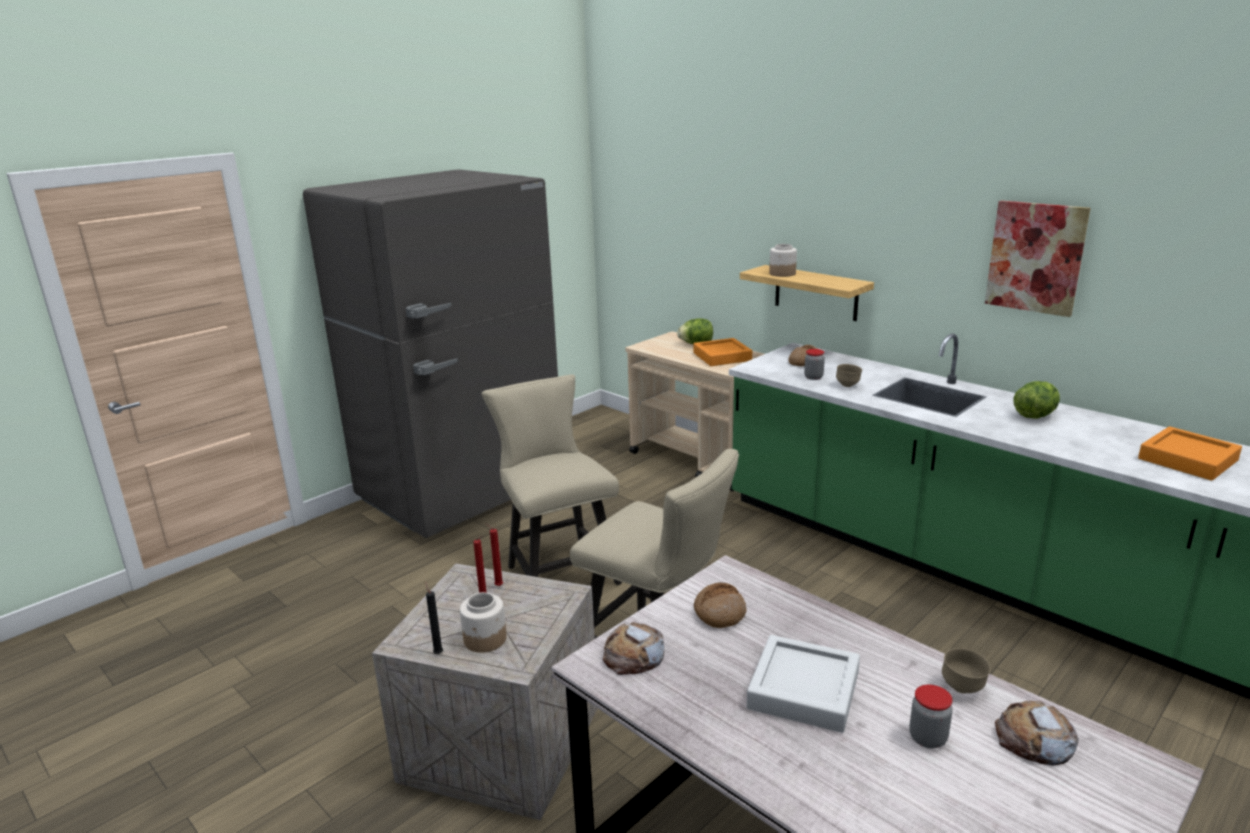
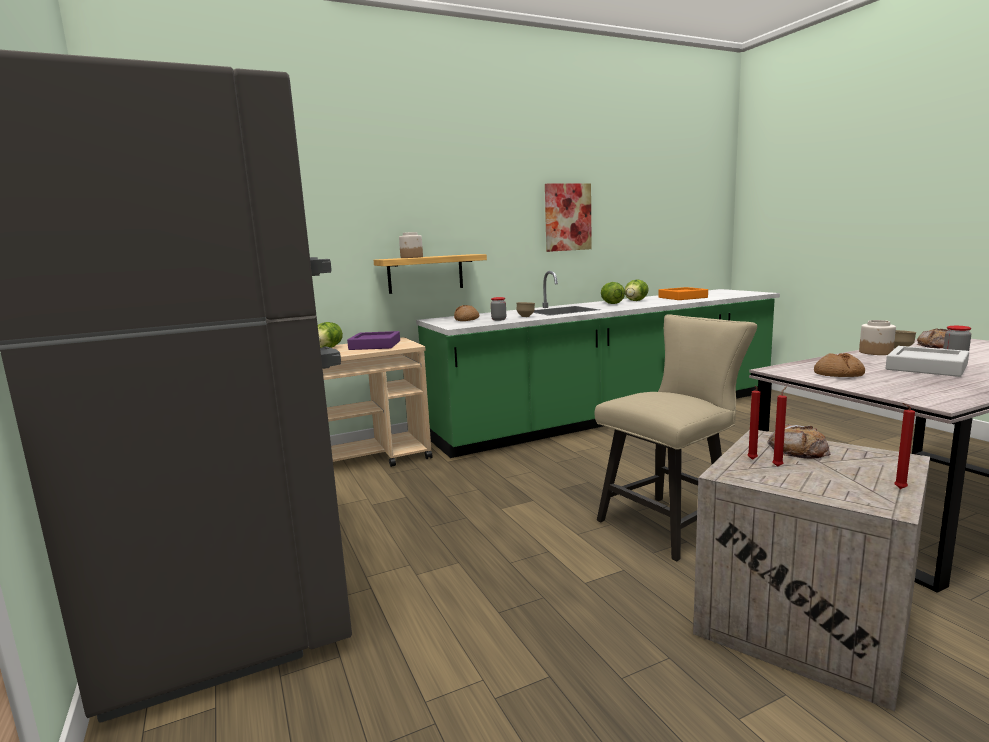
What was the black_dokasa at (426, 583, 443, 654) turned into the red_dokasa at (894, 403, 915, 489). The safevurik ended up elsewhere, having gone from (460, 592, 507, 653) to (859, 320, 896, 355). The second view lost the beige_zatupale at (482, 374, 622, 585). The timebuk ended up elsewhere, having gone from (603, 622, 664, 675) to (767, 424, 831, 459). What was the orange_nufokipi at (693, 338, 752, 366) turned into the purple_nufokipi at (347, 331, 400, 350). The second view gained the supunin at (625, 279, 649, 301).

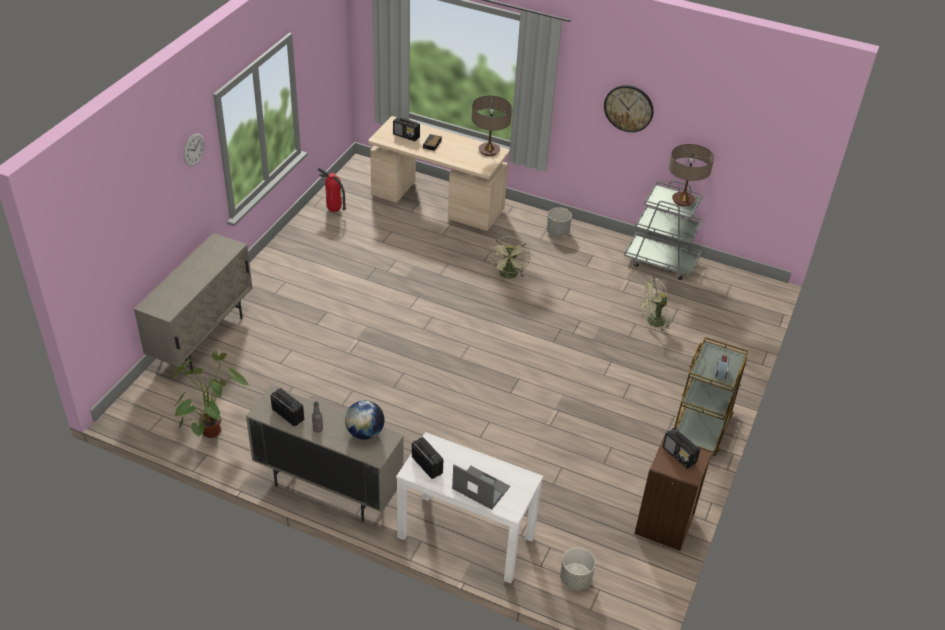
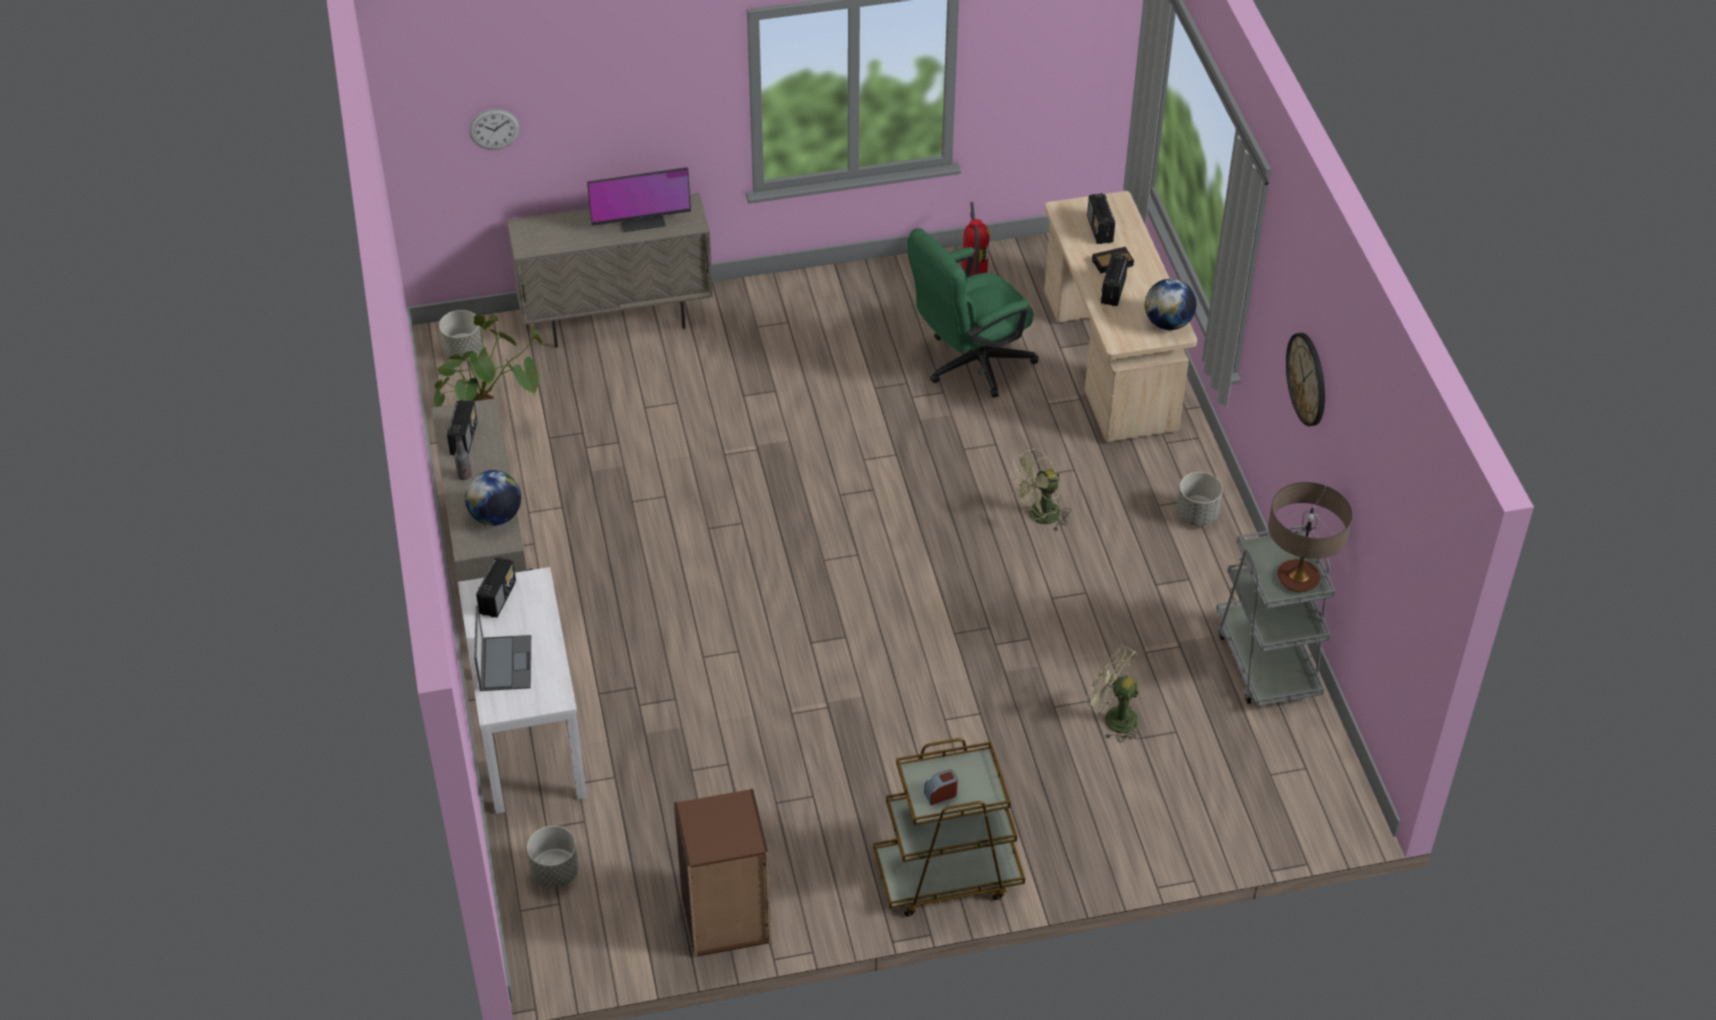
The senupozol ended up elsewhere, having gone from (184, 133, 205, 167) to (469, 109, 520, 150). Where the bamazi stood at (472, 96, 512, 156), the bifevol came to stand at (1145, 279, 1196, 330). The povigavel ended up elsewhere, having gone from (663, 428, 700, 469) to (1101, 254, 1128, 306). The second view gained the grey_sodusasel at (439, 310, 483, 361). The second view gained the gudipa at (587, 167, 691, 232). The second view gained the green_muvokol at (908, 228, 1038, 398).

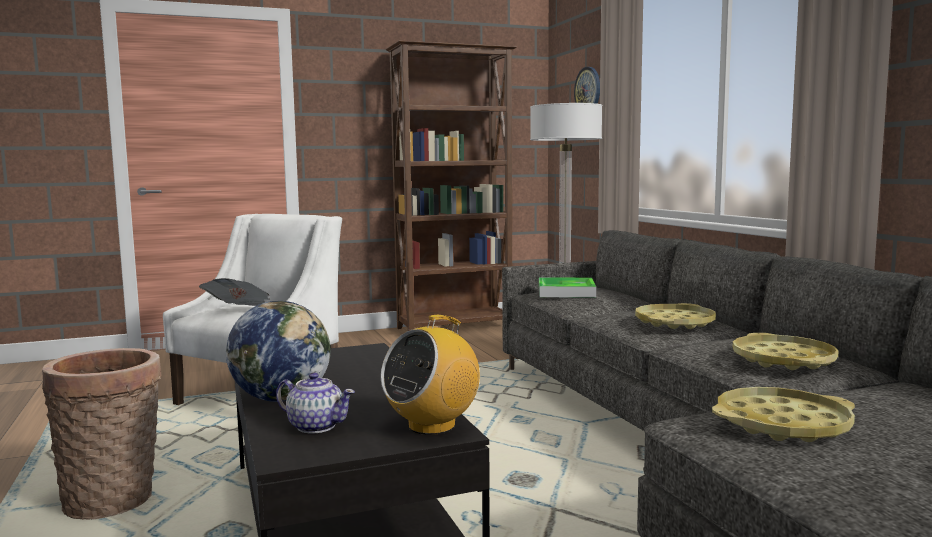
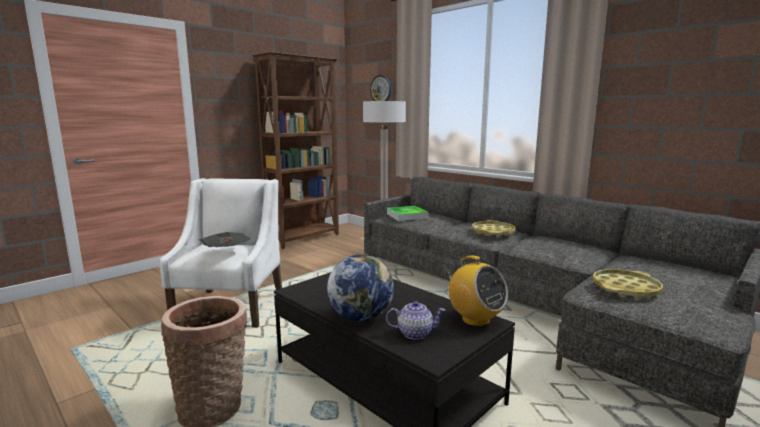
The povigavel at (381, 315, 480, 435) ended up facing another way, 60 degrees counterclockwise from before. The second view lost the yellow_nufokipi at (733, 333, 838, 370).

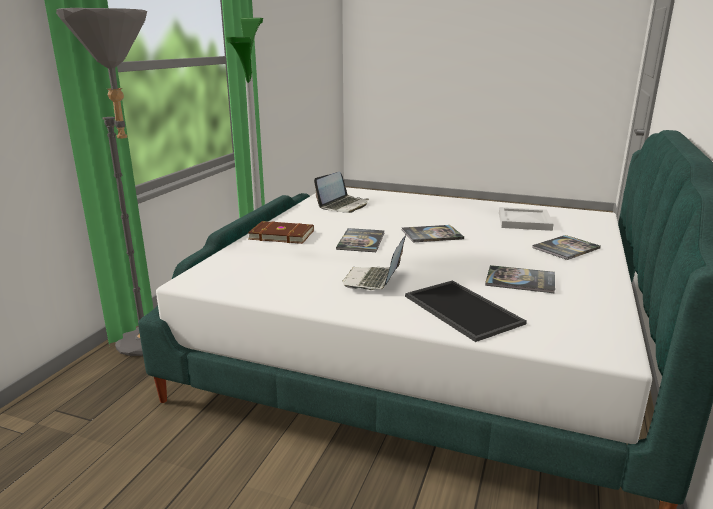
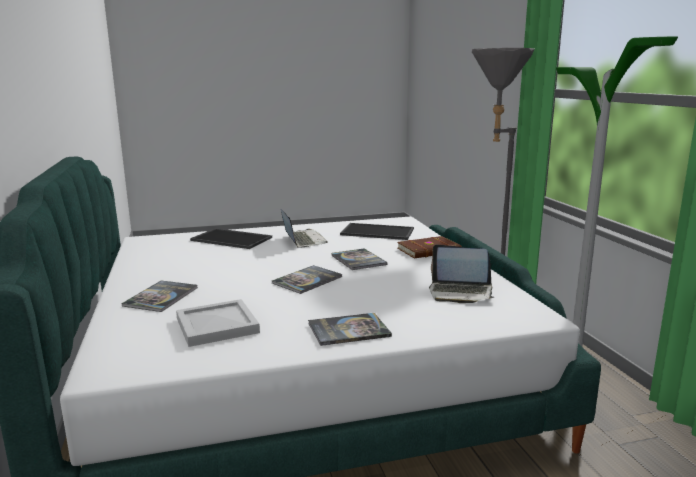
The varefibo at (314, 172, 369, 213) ended up facing another way, 75 degrees counterclockwise from before. The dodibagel ended up elsewhere, having gone from (485, 265, 555, 293) to (308, 313, 392, 346). The second view gained the nufokipi at (340, 223, 414, 240).

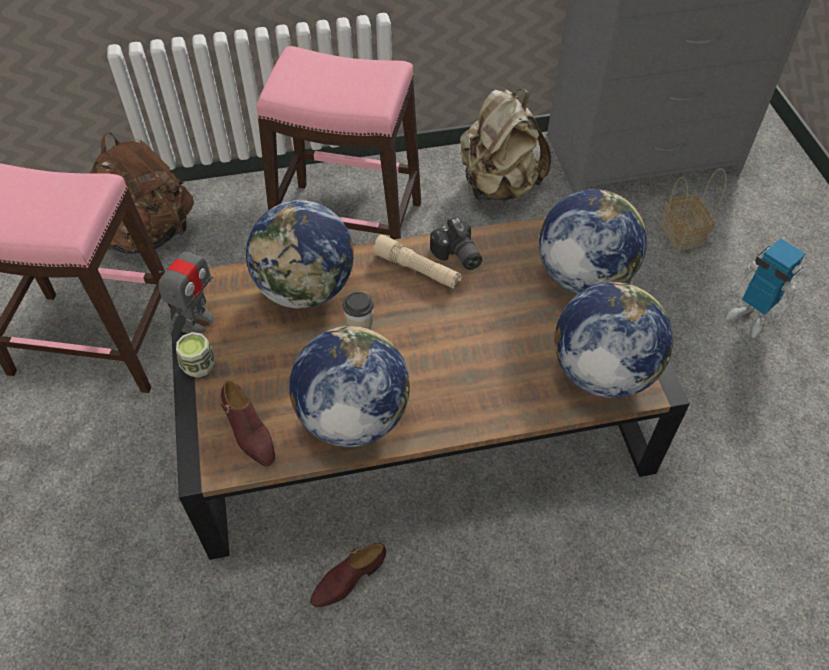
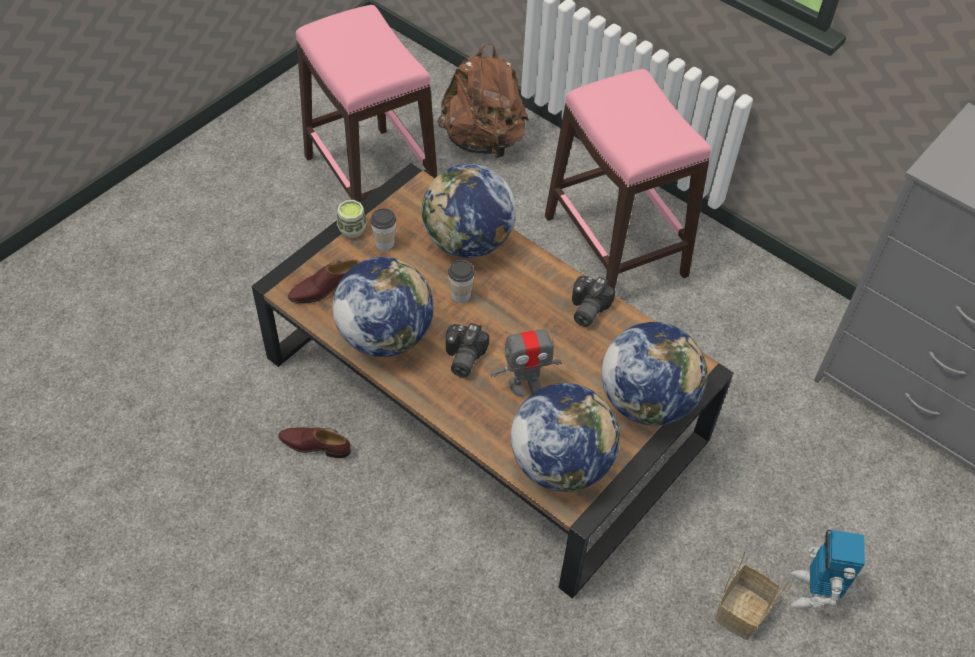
The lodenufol ended up elsewhere, having gone from (158, 236, 215, 334) to (490, 324, 562, 397). The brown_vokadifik at (221, 380, 275, 466) ended up facing another way, 45 degrees clockwise from before. The second view lost the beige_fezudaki at (373, 235, 462, 289). The second view lost the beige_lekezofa at (460, 89, 551, 202). The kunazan ended up elsewhere, having gone from (660, 168, 727, 251) to (715, 551, 792, 640). The second view gained the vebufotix at (370, 208, 396, 251). The second view gained the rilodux at (446, 323, 489, 378).

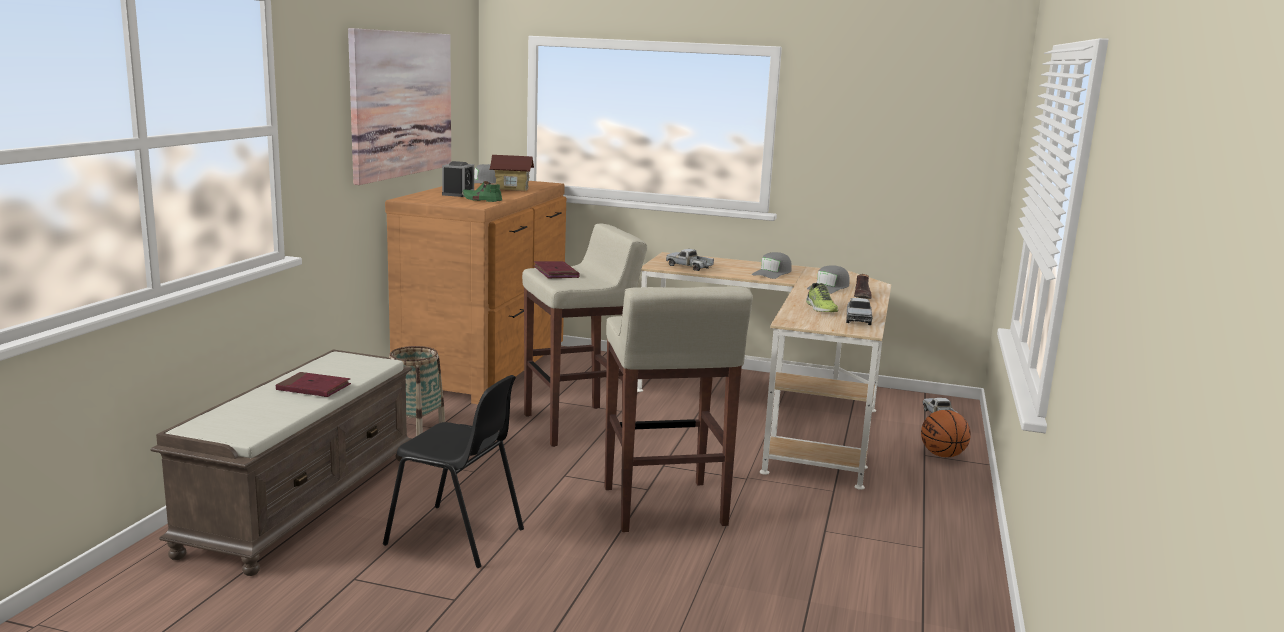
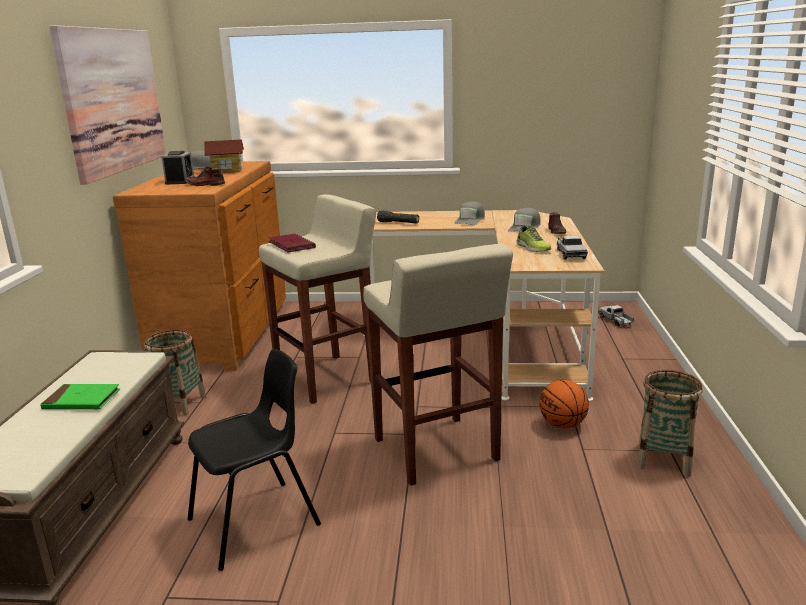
What was the red_dodibagel at (276, 372, 351, 397) turned into the green_dodibagel at (40, 384, 120, 410). The black_zatupale at (383, 375, 524, 568) ended up facing another way, 45 degrees counterclockwise from before. What was the green_vokadifik at (462, 181, 502, 202) turned into the brown_vokadifik at (185, 167, 225, 186). Where the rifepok stood at (666, 249, 714, 271), the black_fezudaki came to stand at (377, 211, 419, 223). The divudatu ended up elsewhere, having gone from (921, 410, 971, 457) to (540, 380, 589, 429). The second view gained the kunazan at (637, 370, 703, 477).

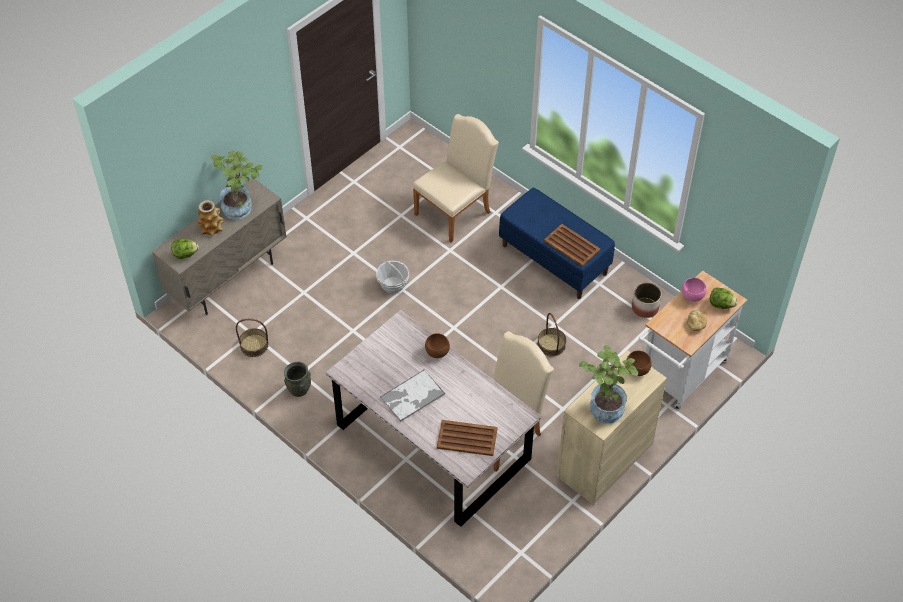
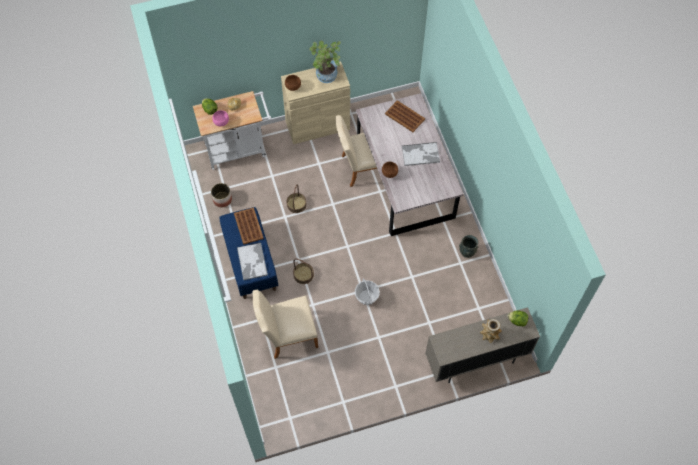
The second view lost the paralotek at (211, 151, 263, 220). The kunazan ended up elsewhere, having gone from (236, 319, 269, 357) to (293, 259, 314, 284). The second view gained the nufokipi at (237, 242, 268, 280).

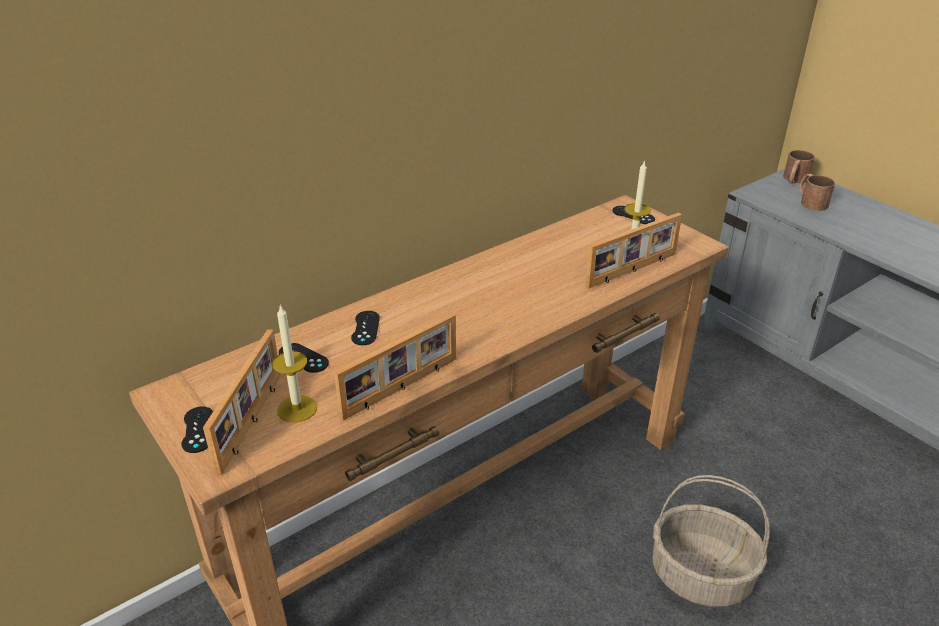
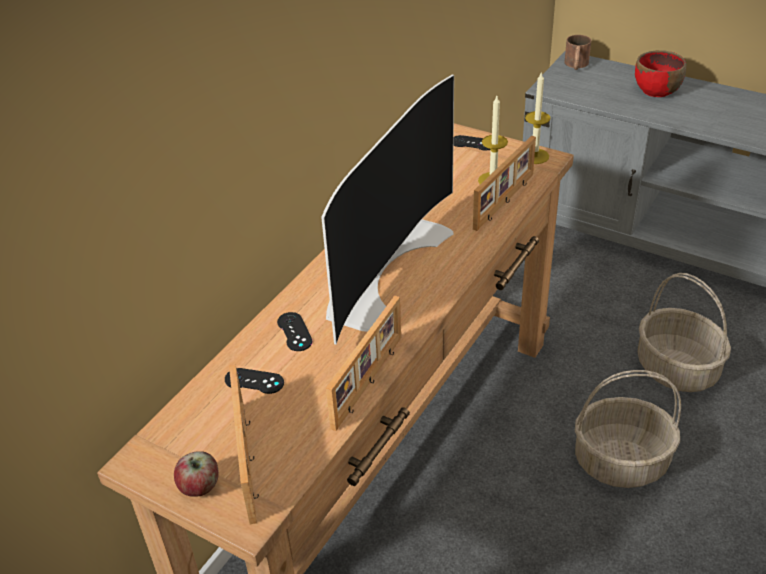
Where the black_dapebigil stood at (181, 406, 213, 453), the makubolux came to stand at (174, 451, 219, 496). The dokasa ended up elsewhere, having gone from (272, 304, 317, 423) to (525, 71, 550, 164). The second view lost the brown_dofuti at (800, 174, 835, 211). The second view gained the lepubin at (321, 75, 454, 345). The second view gained the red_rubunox at (635, 50, 686, 97). The second view gained the kunazan at (638, 273, 731, 392).

